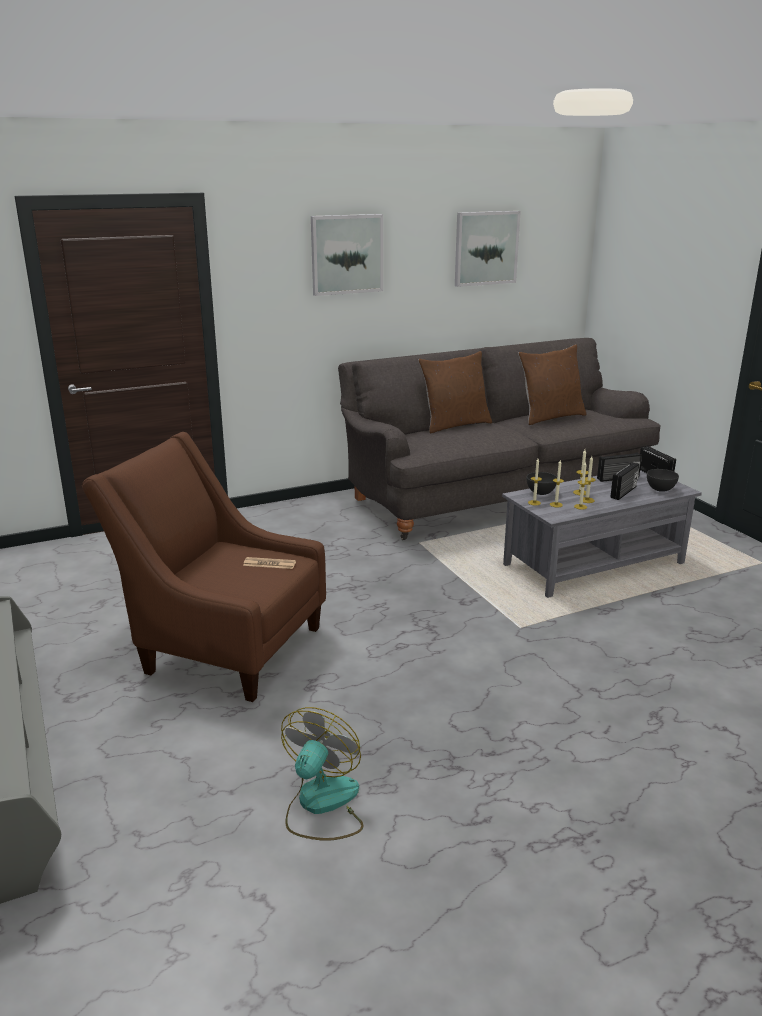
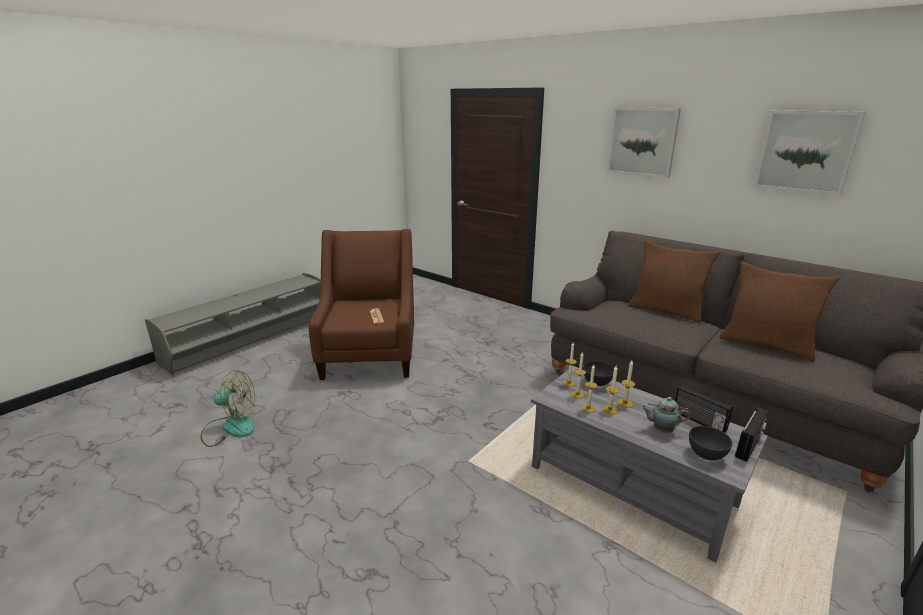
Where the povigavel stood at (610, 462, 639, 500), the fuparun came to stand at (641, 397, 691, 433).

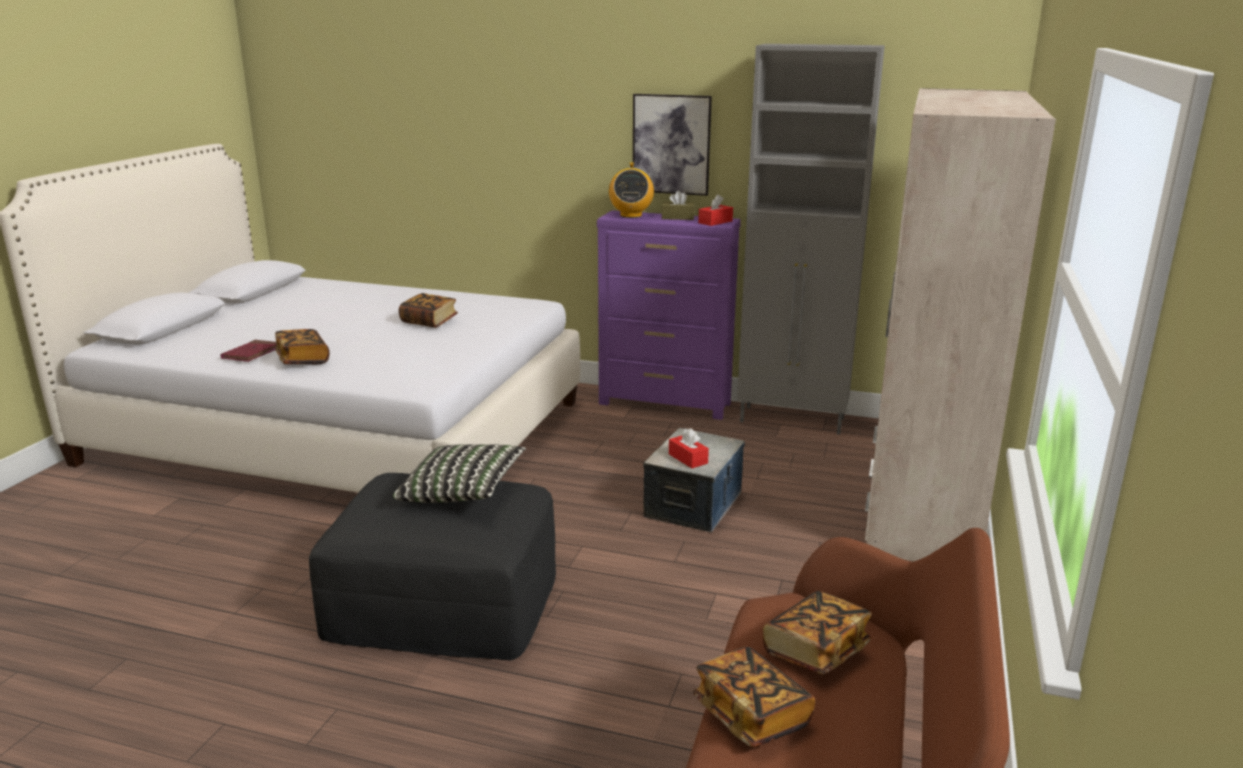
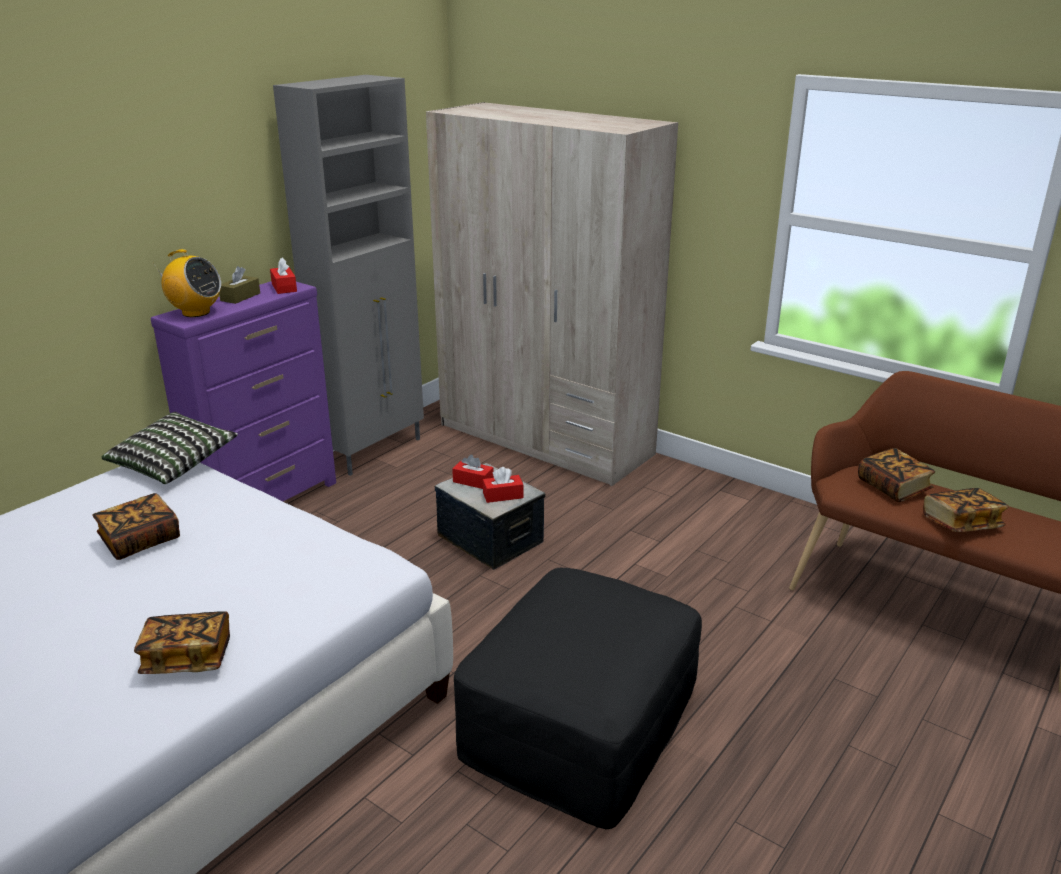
The second view lost the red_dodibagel at (220, 340, 276, 362). The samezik ended up elsewhere, having gone from (393, 444, 526, 503) to (101, 412, 238, 484). The second view lost the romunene at (633, 94, 712, 196). The second view gained the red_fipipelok at (452, 454, 494, 489).

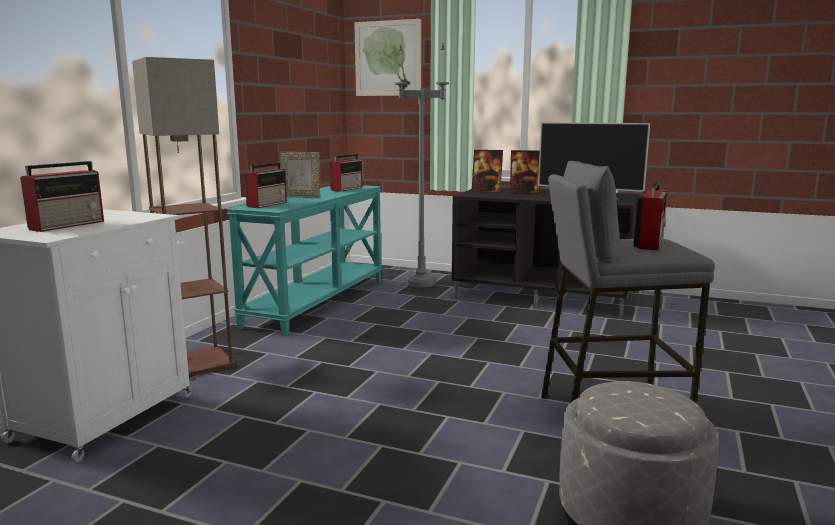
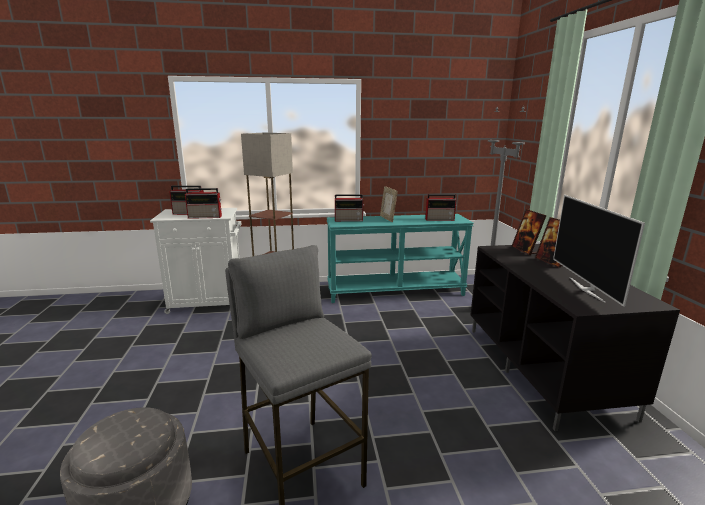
The second view lost the romunene at (354, 19, 421, 96). The povigavel ended up elsewhere, having gone from (633, 181, 667, 250) to (185, 188, 222, 219).

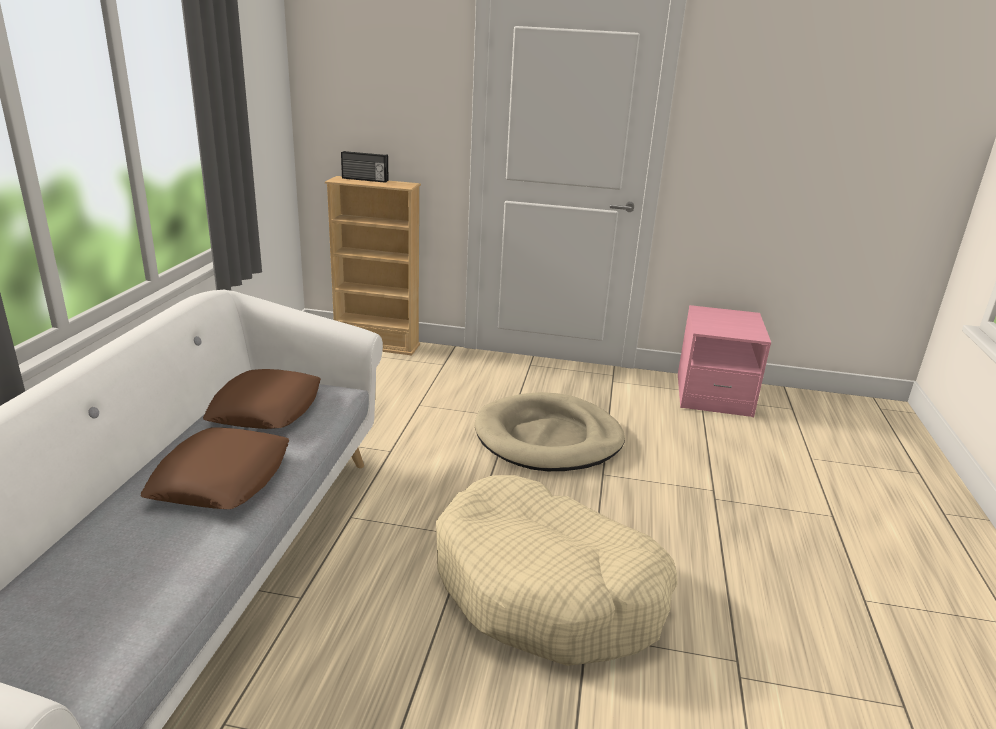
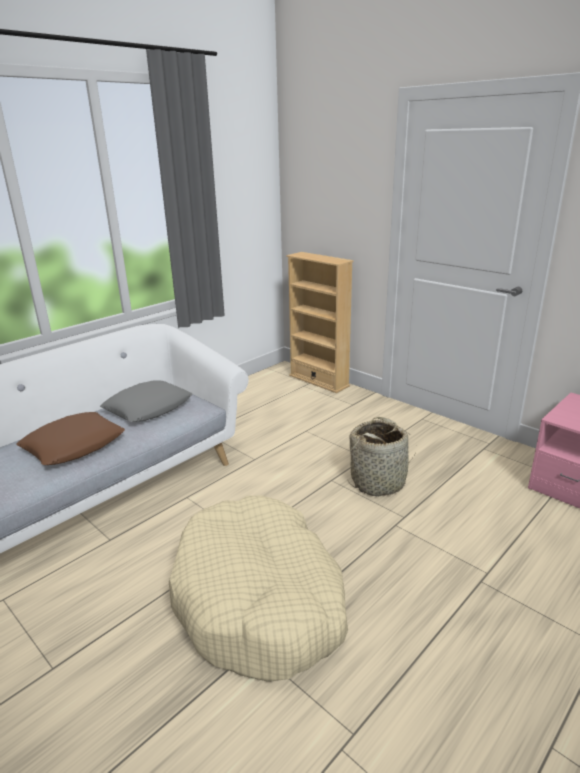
What was the brown_samezik at (203, 369, 321, 429) turned into the grey_samezik at (100, 380, 192, 422). The second view lost the povigavel at (341, 151, 388, 183). Where the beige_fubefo stood at (474, 392, 625, 471), the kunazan came to stand at (347, 417, 415, 496).

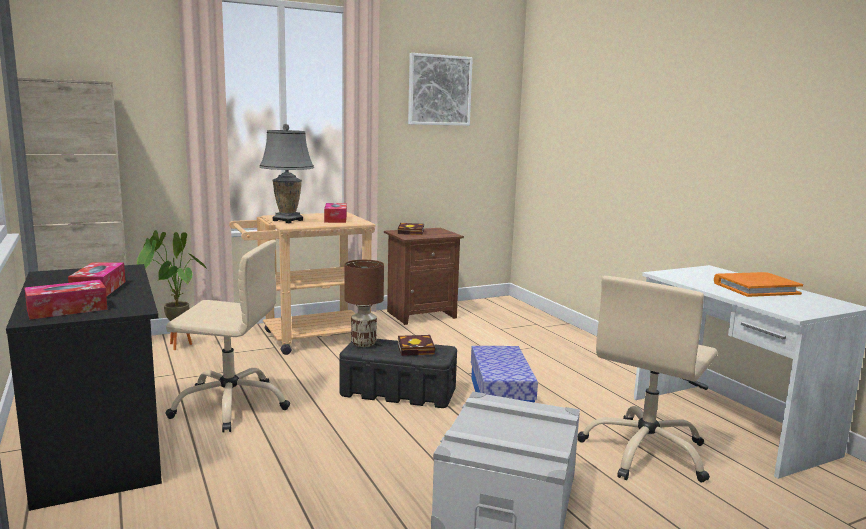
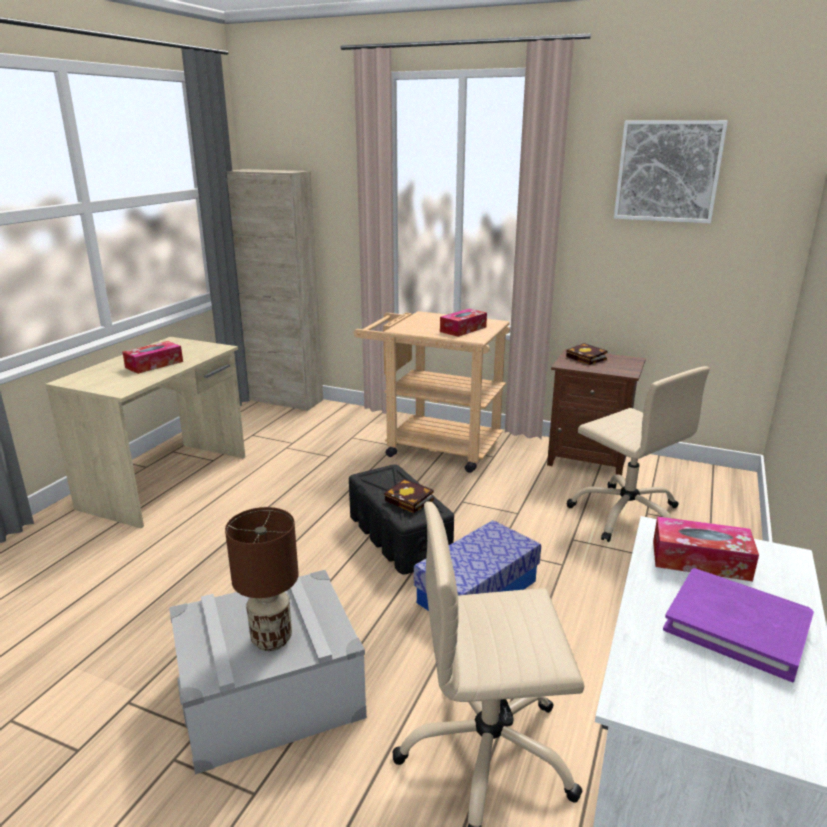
What was the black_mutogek at (6, 264, 162, 511) turned into the beige_mutogek at (45, 337, 245, 528). The fipipelok ended up elsewhere, having gone from (24, 280, 107, 320) to (653, 516, 759, 581). The second view lost the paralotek at (137, 230, 208, 350). The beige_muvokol ended up elsewhere, having gone from (166, 240, 290, 432) to (567, 366, 710, 542). The second view lost the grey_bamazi at (259, 124, 314, 223). The brown_bamazi ended up elsewhere, having gone from (345, 260, 384, 347) to (225, 507, 299, 651). What was the orange_dodibagel at (714, 272, 803, 297) turned into the purple_dodibagel at (663, 568, 814, 682).

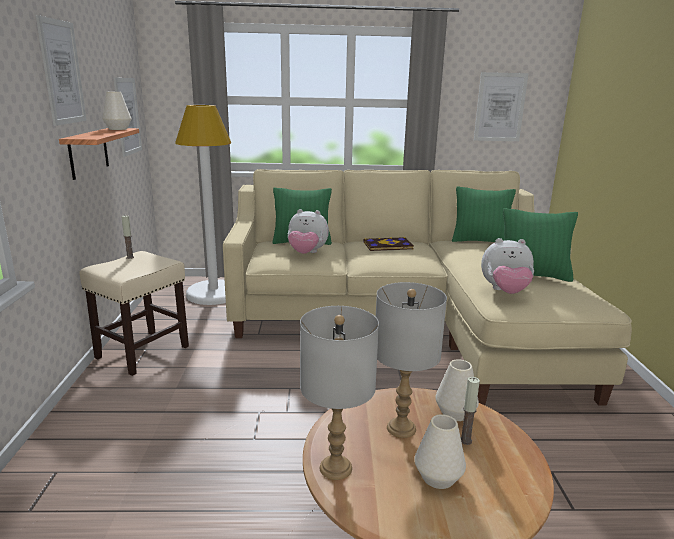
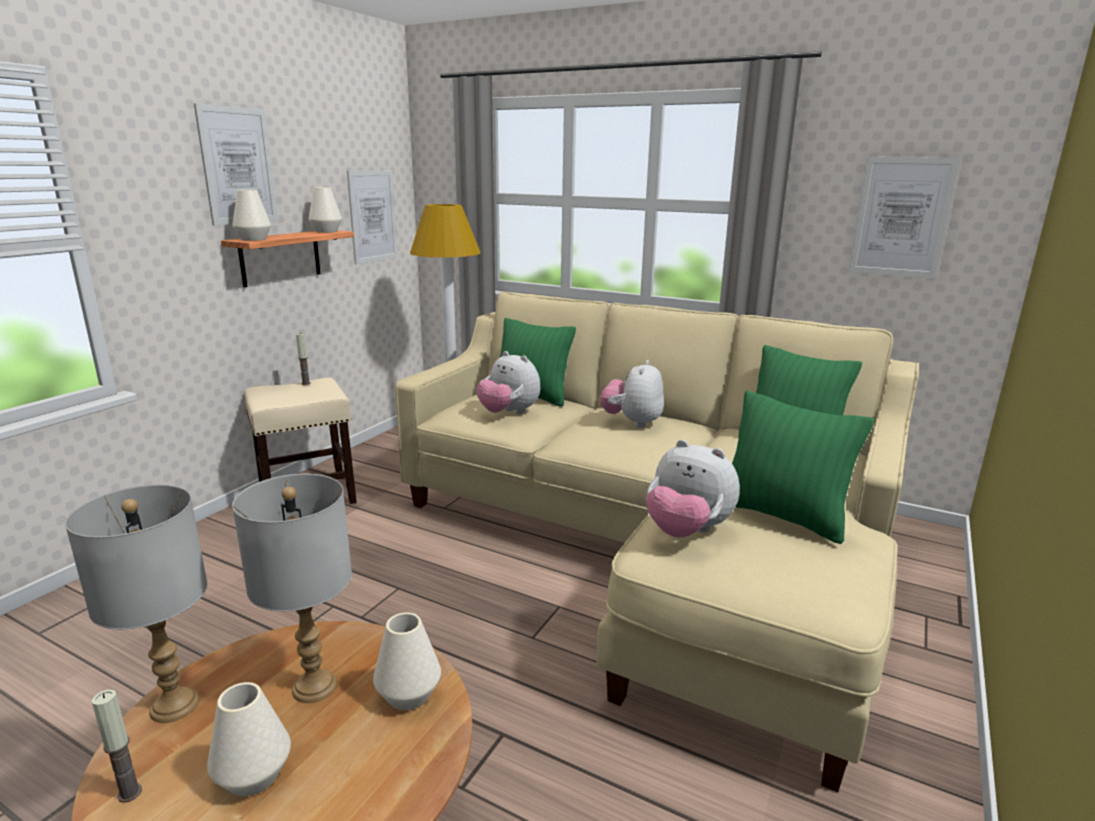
Where the dodibagel stood at (364, 237, 414, 251), the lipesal came to stand at (600, 360, 664, 428). The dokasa ended up elsewhere, having gone from (461, 377, 480, 445) to (92, 689, 142, 803). The second view gained the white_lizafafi at (232, 190, 271, 241).

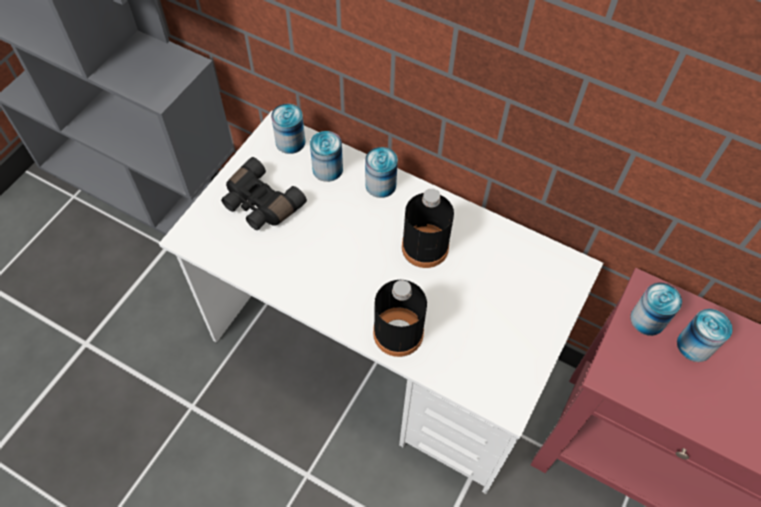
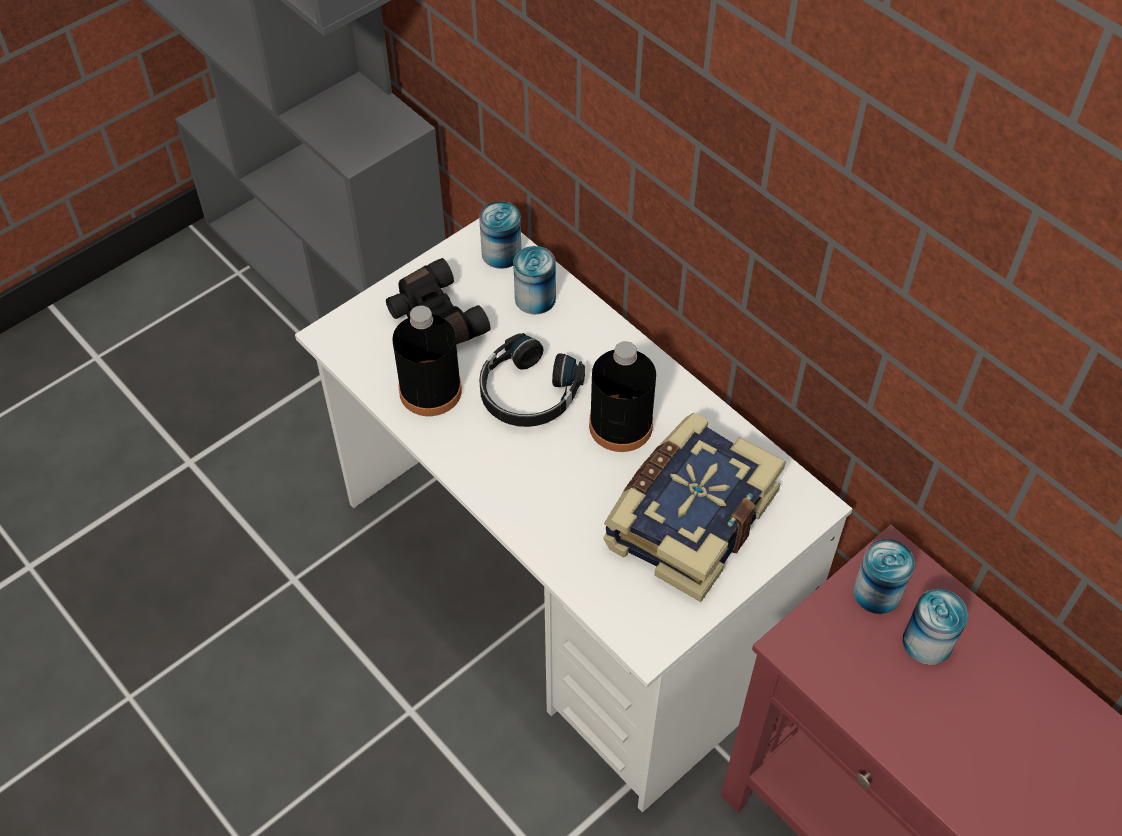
The second view lost the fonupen at (365, 147, 398, 198). The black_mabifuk ended up elsewhere, having gone from (373, 280, 427, 357) to (392, 306, 462, 416). The second view gained the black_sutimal at (479, 333, 585, 427). The second view gained the dodibagel at (603, 413, 786, 602).

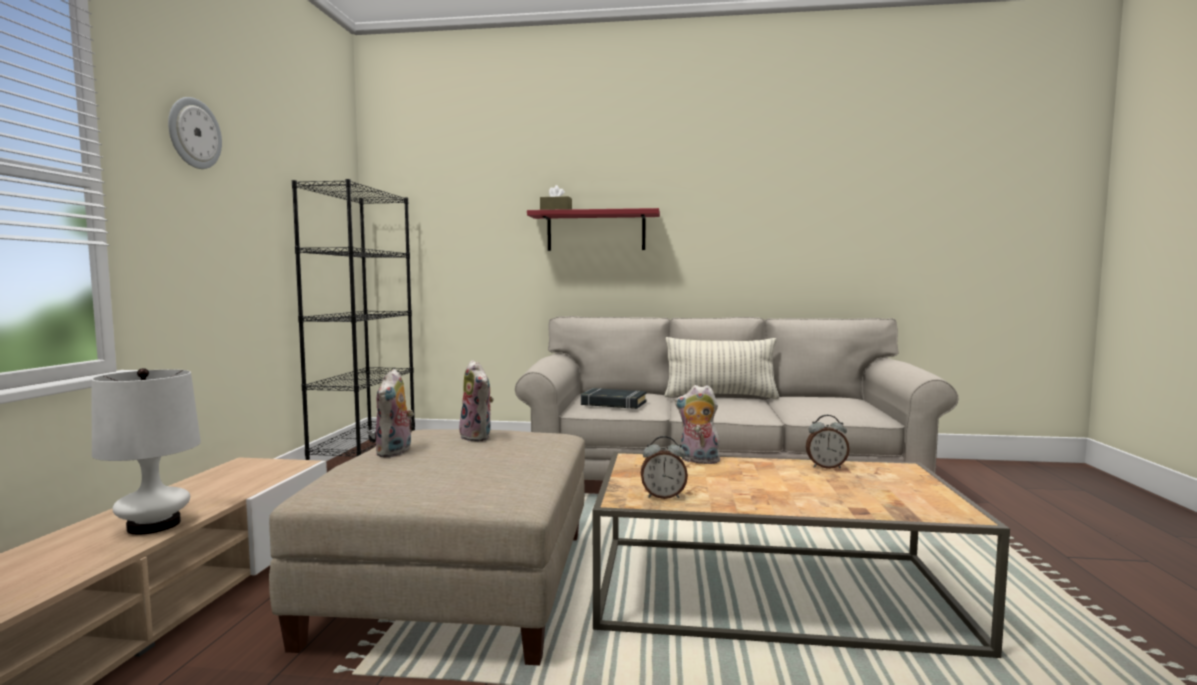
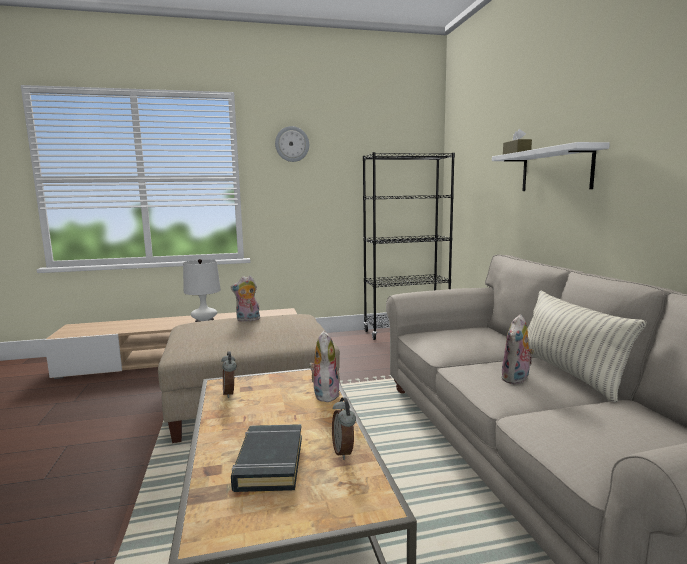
The lipesal ended up elsewhere, having gone from (459, 360, 494, 442) to (501, 314, 535, 384). What was the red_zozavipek at (527, 208, 660, 251) turned into the white_zozavipek at (492, 142, 610, 191). The black_dodibagel ended up elsewhere, having gone from (581, 388, 647, 409) to (231, 424, 302, 492).

